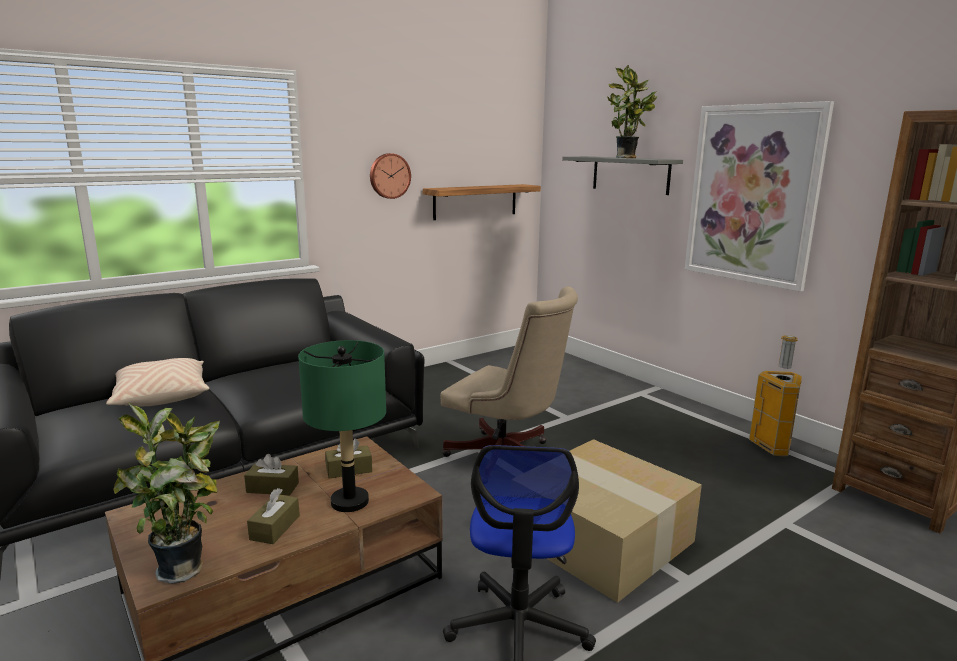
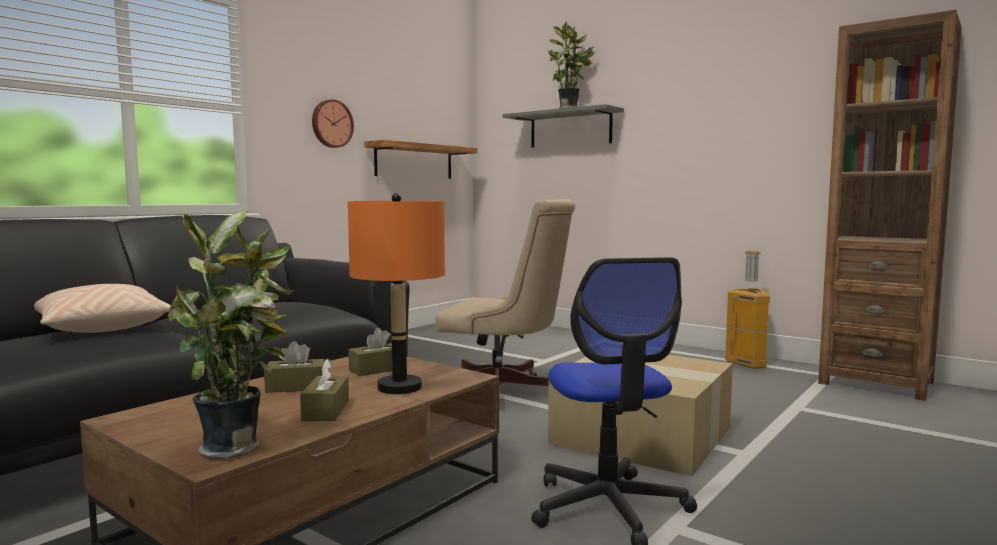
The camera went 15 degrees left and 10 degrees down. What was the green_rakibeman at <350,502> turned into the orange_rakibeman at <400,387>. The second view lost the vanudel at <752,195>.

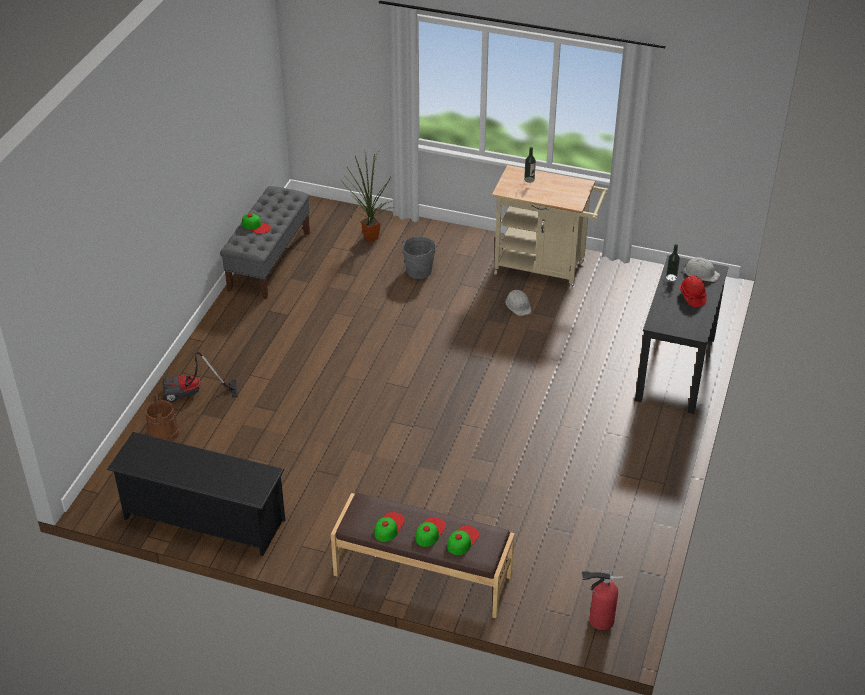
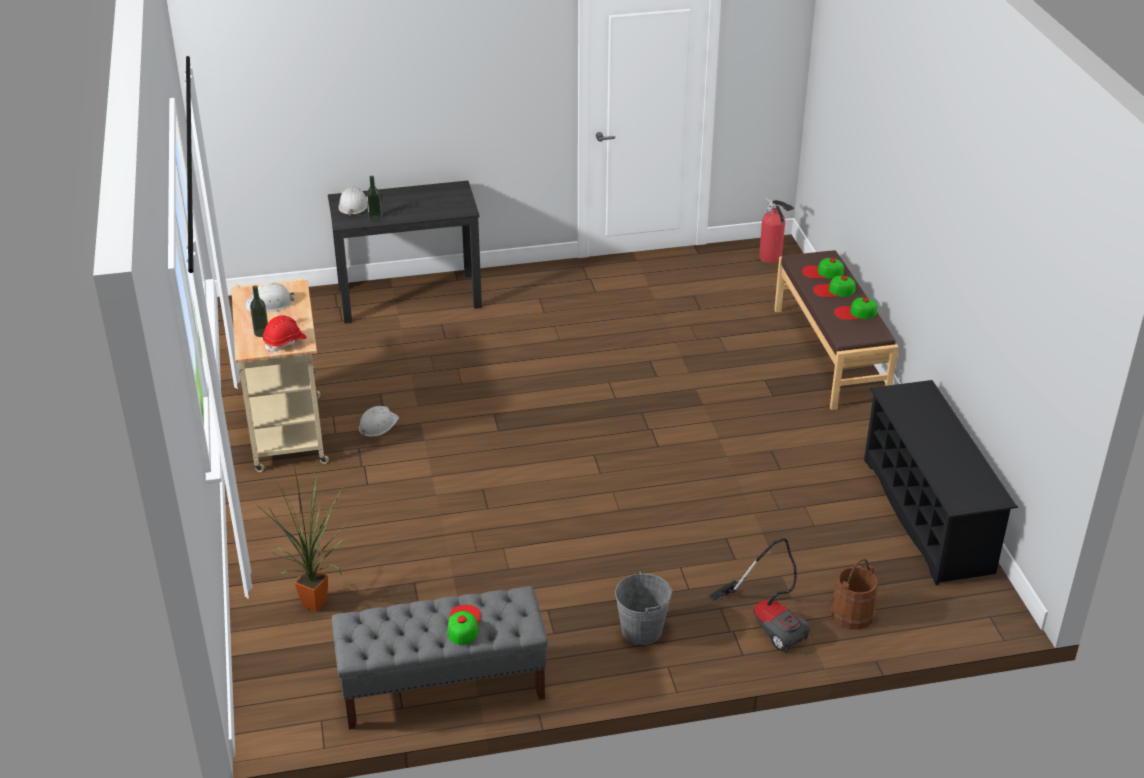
The camera went 120 degrees left and 5 degrees down. The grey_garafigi ended up elsewhere, having gone from <419,271> to <642,630>. The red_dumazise ended up elsewhere, having gone from <692,297> to <285,342>. The second view gained the white_dumazise at <269,303>.

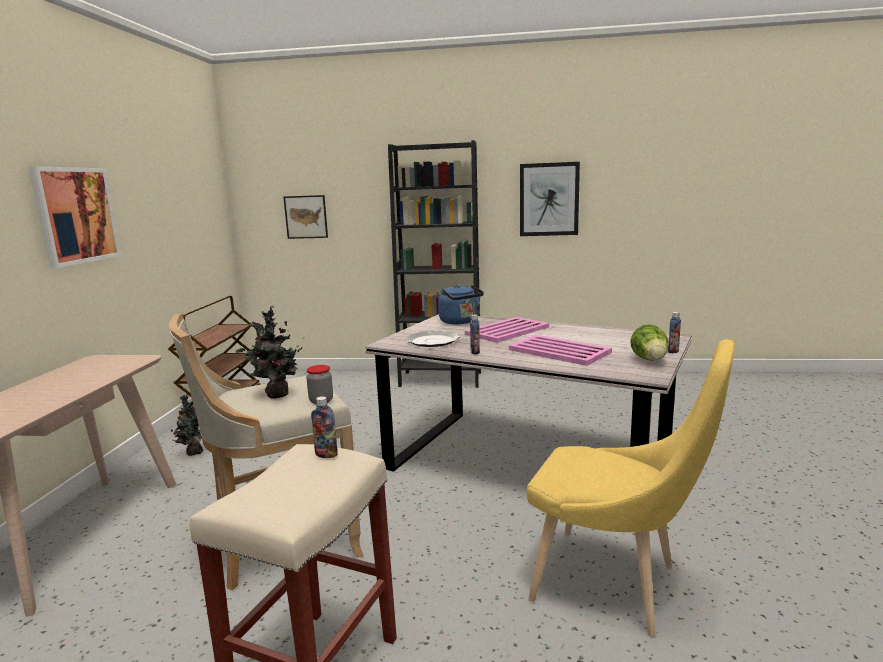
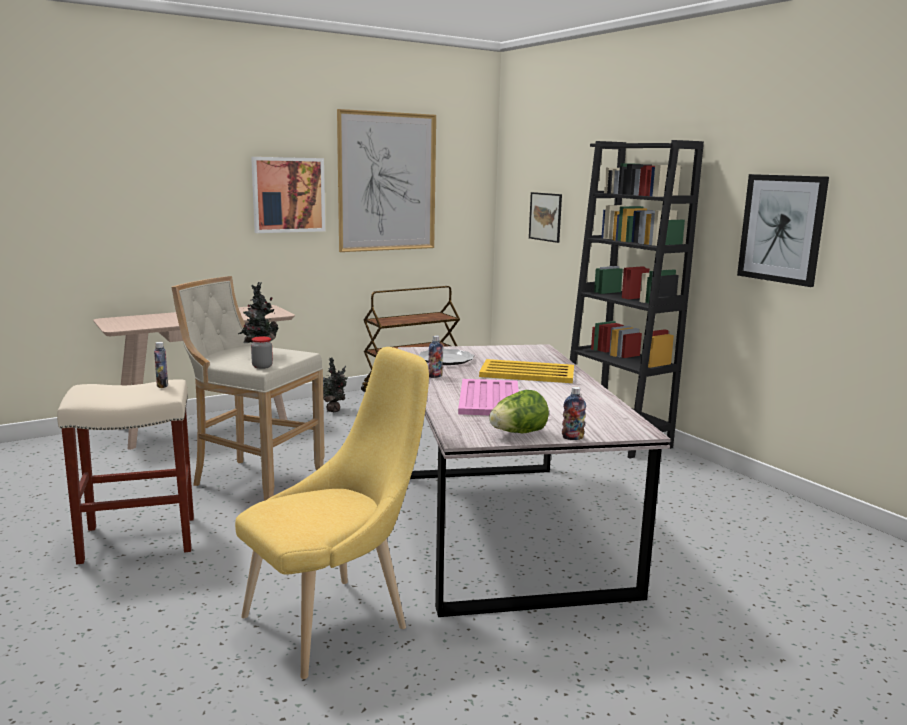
The camera went 50 degrees right and 0 degrees up. The second view lost the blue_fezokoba at <460,322>. What was the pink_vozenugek at <506,331> turned into the yellow_vozenugek at <526,373>. The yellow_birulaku at <615,585> ended up facing another way, 120 degrees counterclockwise from before. The second view gained the vanudel at <387,182>.

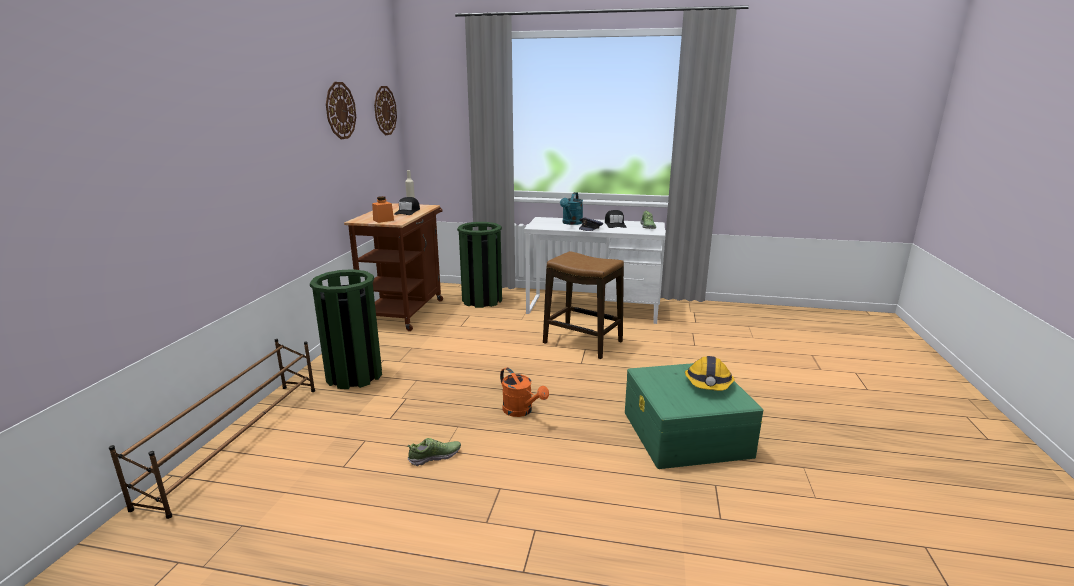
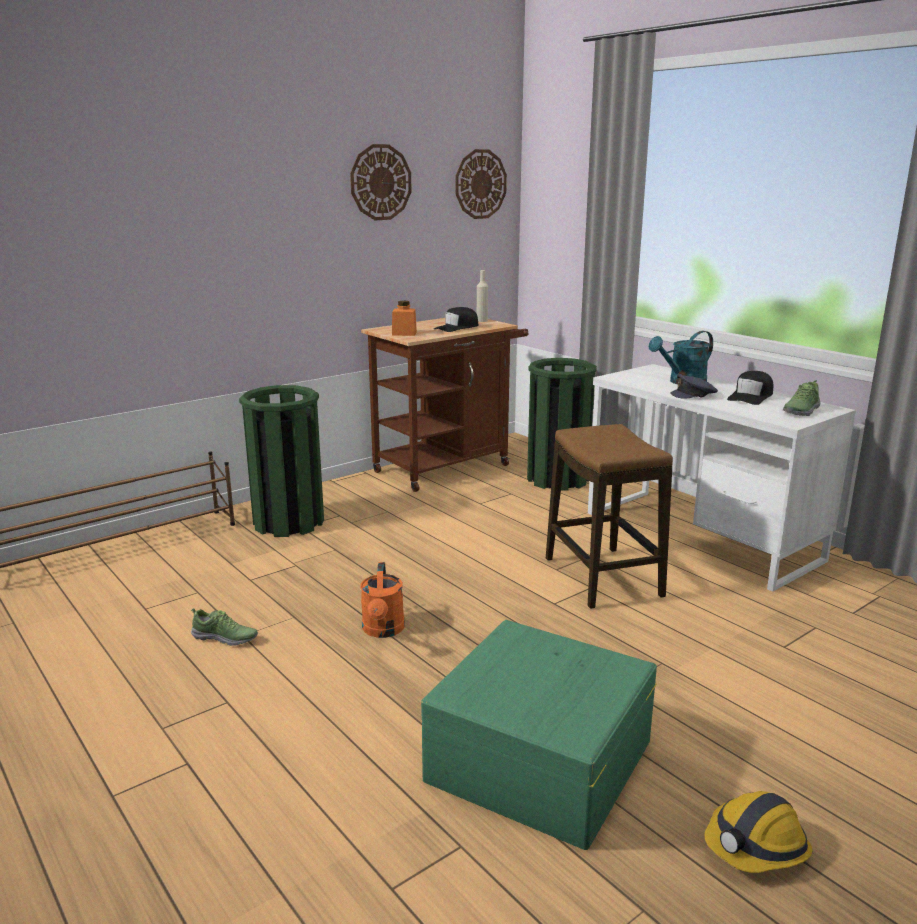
The camera went 40 degrees right and 0 degrees up. The dumazise ended up elsewhere, having gone from <708,384> to <756,847>.

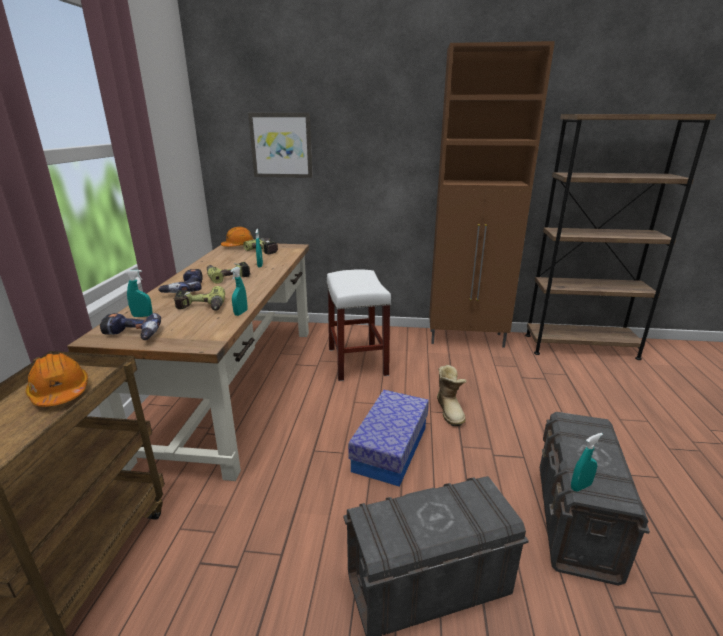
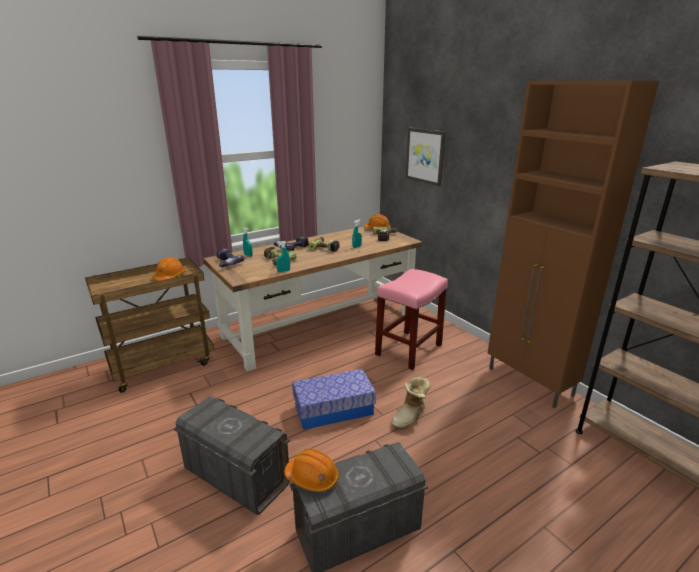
The camera went 50 degrees right and 0 degrees up. What was the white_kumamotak at <358,362> turned into the pink_kumamotak at <409,350>. Where the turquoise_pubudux stood at <580,486>, the orange_dumazise came to stand at <312,477>.

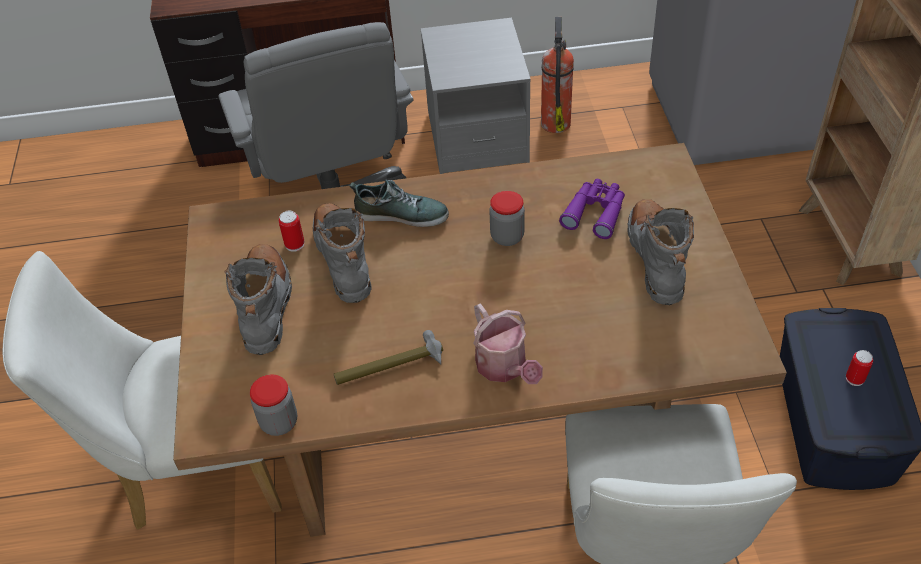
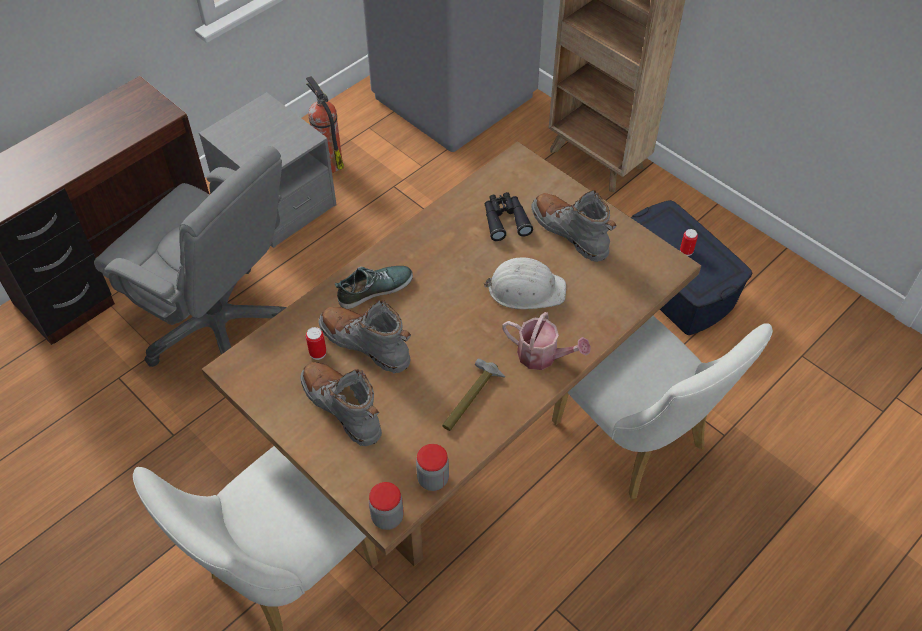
The camera went 40 degrees left and 5 degrees up. The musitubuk ended up elsewhere, having gone from <507,237> to <387,517>. What was the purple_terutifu at <595,212> turned into the black_terutifu at <505,220>. The second view gained the white_dumazise at <525,289>.

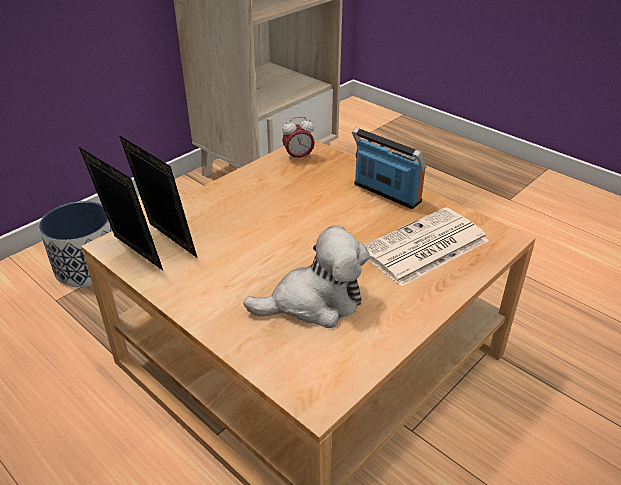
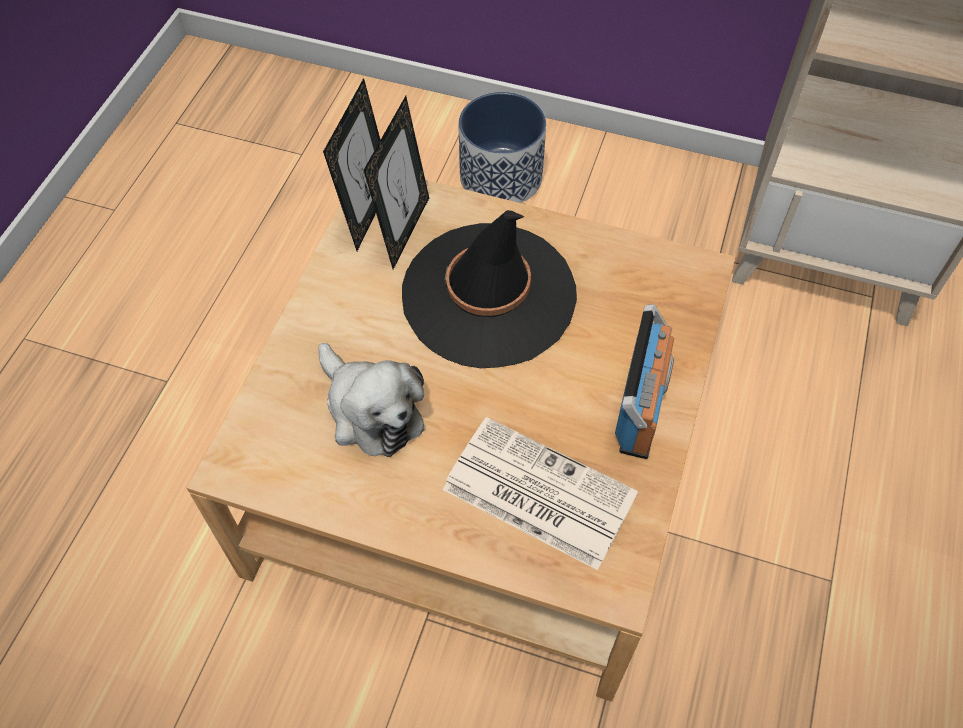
The camera went 65 degrees right and 20 degrees up. The second view lost the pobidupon at <298,157>. The second view gained the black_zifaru at <489,295>.

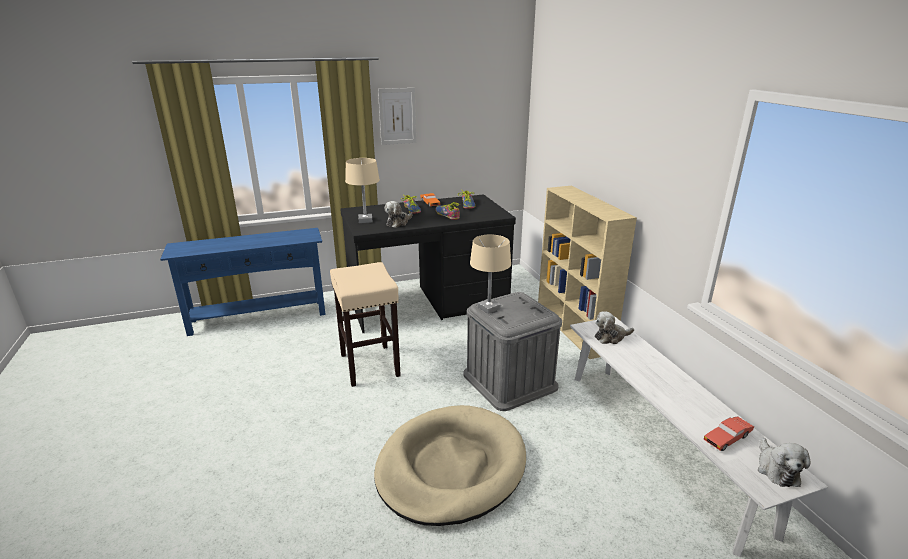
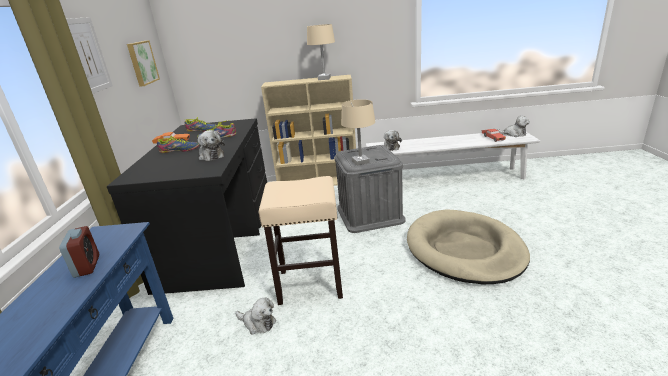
The camera went 70 degrees left and 0 degrees up. The beige_rakibeman ended up elsewhere, having gone from <365,220> to <324,78>. The second view gained the pobidupon at <87,266>. The second view gained the vanudel at <142,63>. The second view gained the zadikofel at <258,323>.

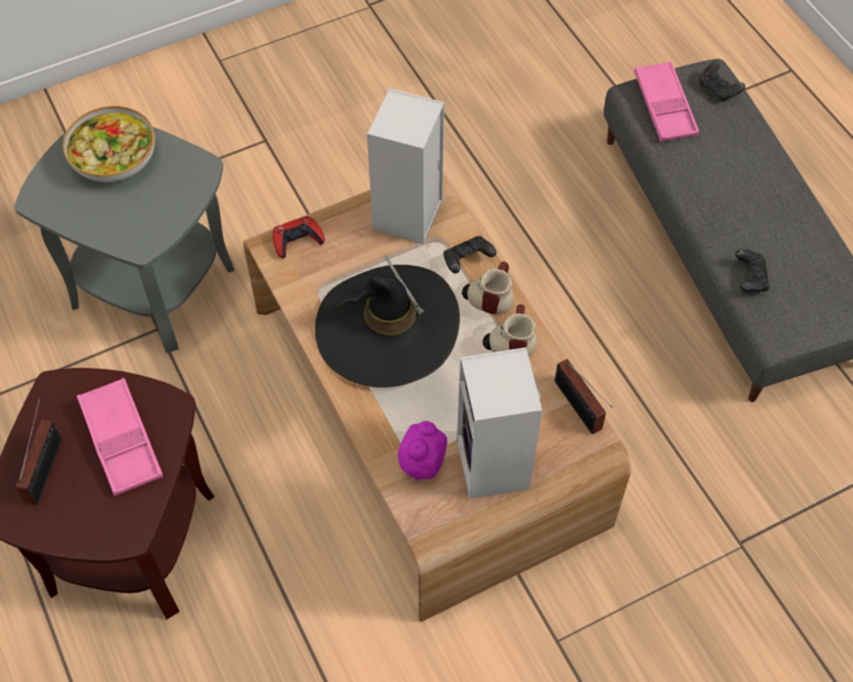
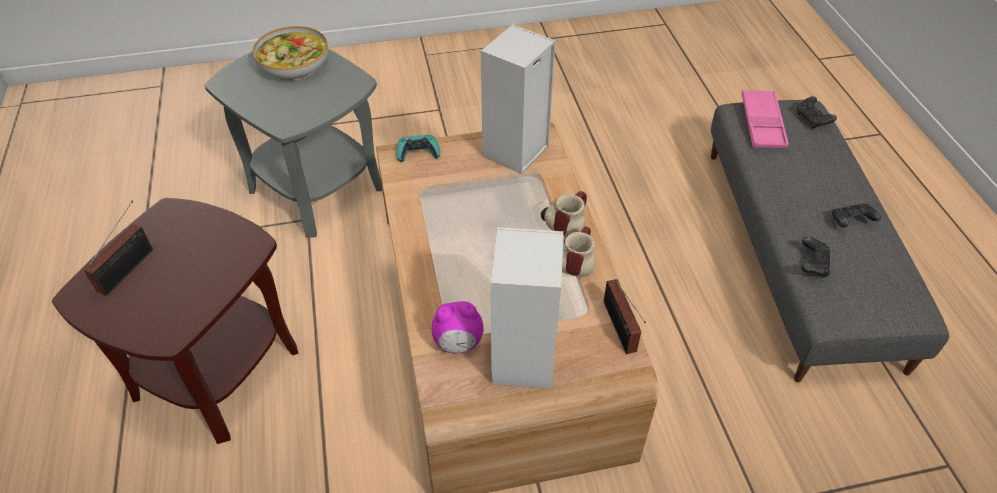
The camera went 15 degrees right and 10 degrees down. The second view lost the pink_vozenugek at <121,440>. What was the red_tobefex at <297,240> turned into the turquoise_tobefex at <418,152>. The second view lost the black_zifaru at <387,328>. The pobidupon at <421,463> ended up facing another way, 135 degrees counterclockwise from before. The black_tobefex ended up elsewhere, having gone from <467,261> to <850,222>.

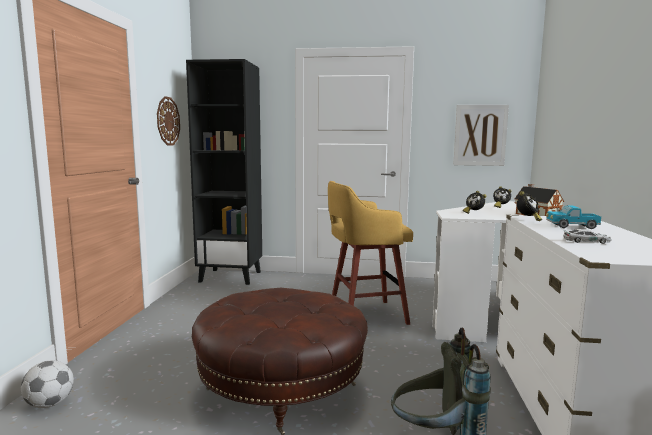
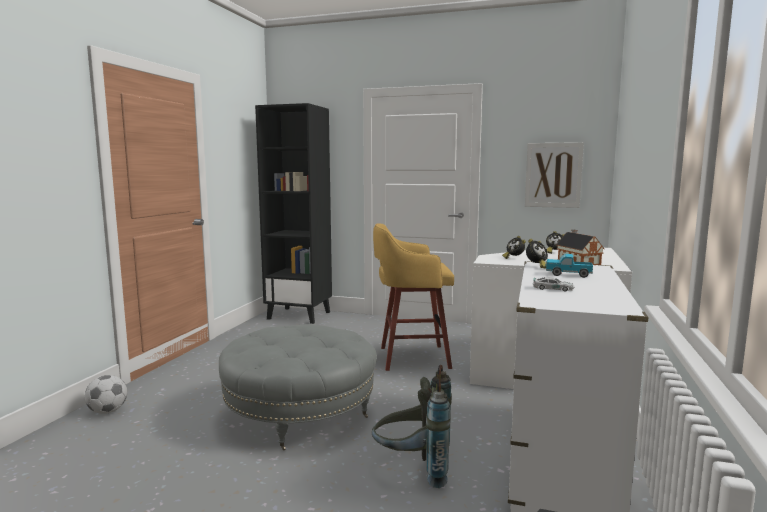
The camera went 10 degrees right and 0 degrees up. The second view lost the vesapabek at <168,121>. What was the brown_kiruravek at <281,388> turned into the grey_kiruravek at <300,414>.

